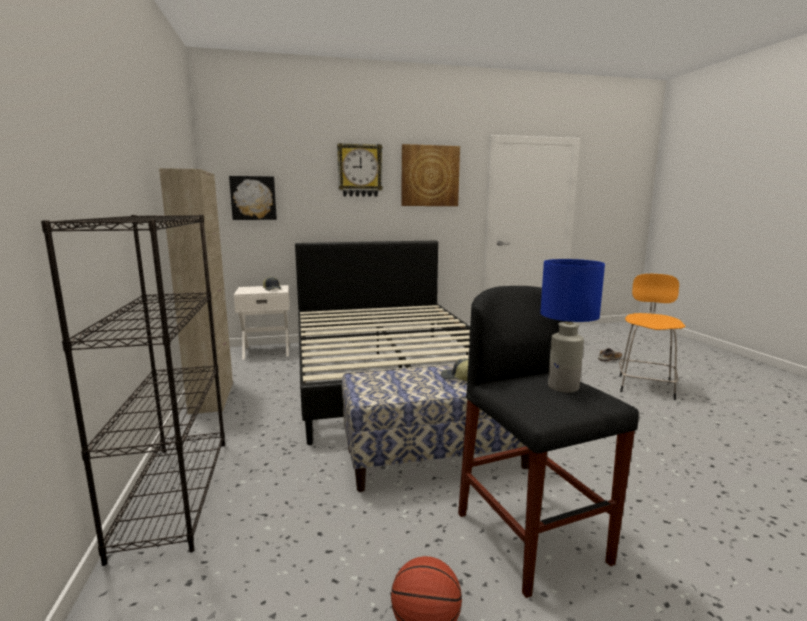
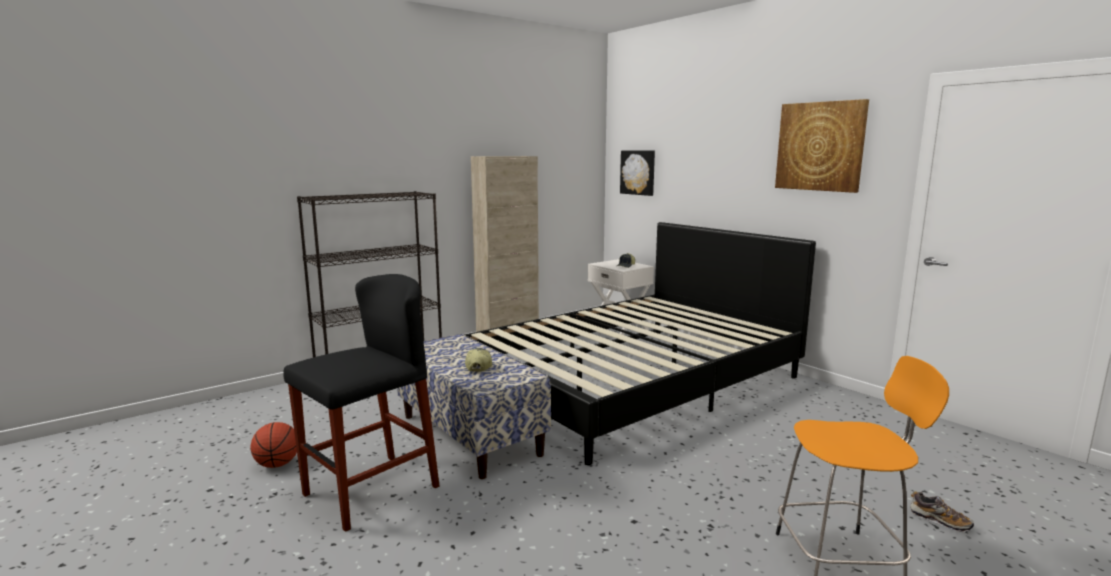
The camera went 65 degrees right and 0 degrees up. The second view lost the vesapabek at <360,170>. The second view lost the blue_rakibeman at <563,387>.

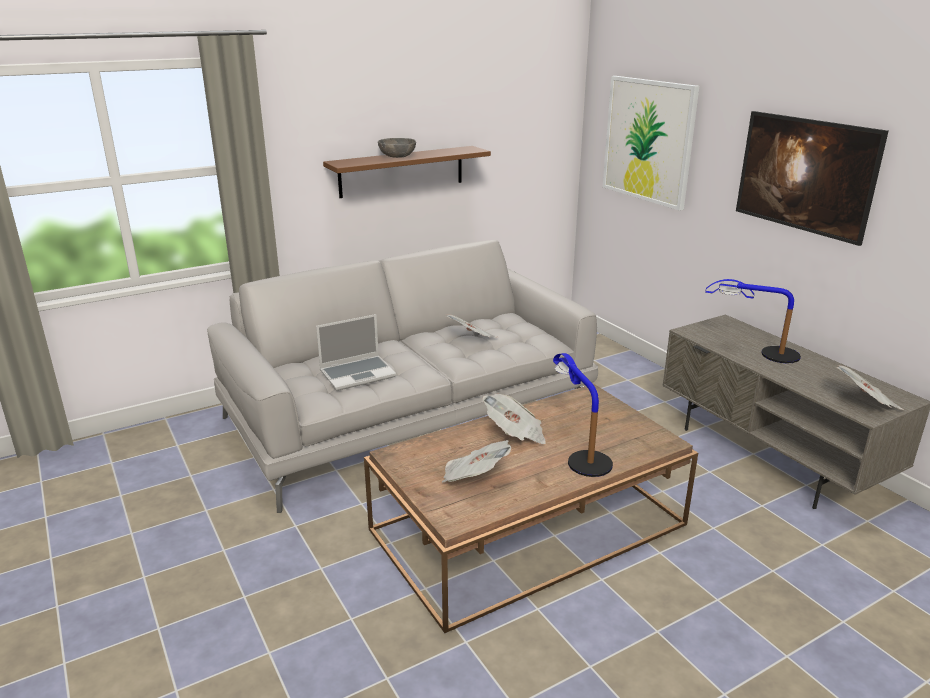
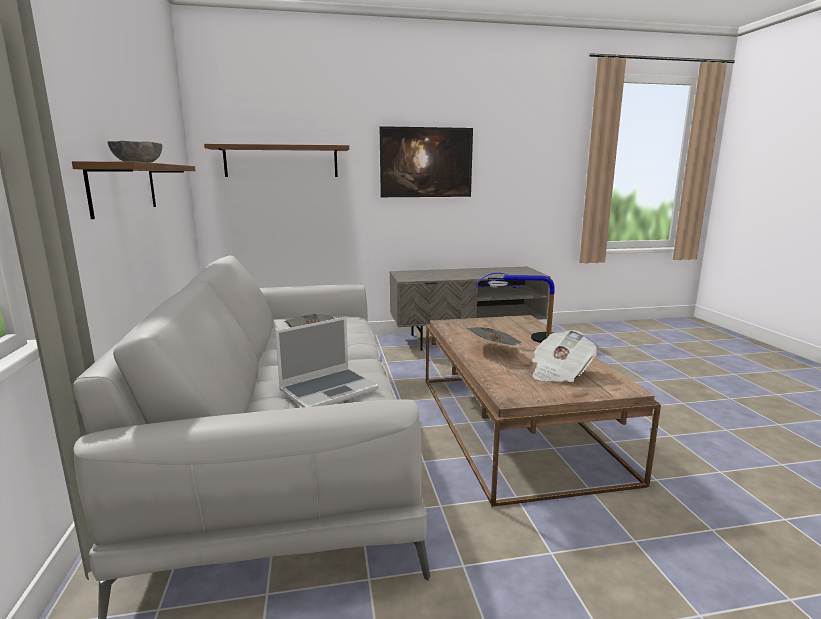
The camera went 70 degrees left and 10 degrees down. The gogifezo at <358,374> ended up facing another way, 60 degrees clockwise from before. Where the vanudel hung at <648,140>, the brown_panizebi came to hang at <281,161>. The second view lost the rakibeman at <759,352>. The second view lost the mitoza at <865,403>.

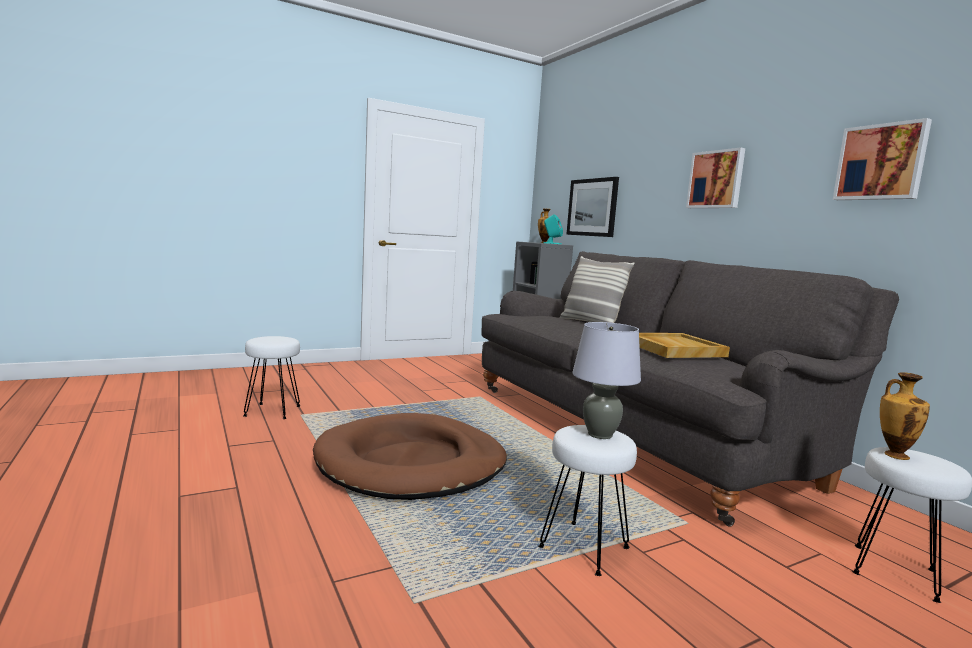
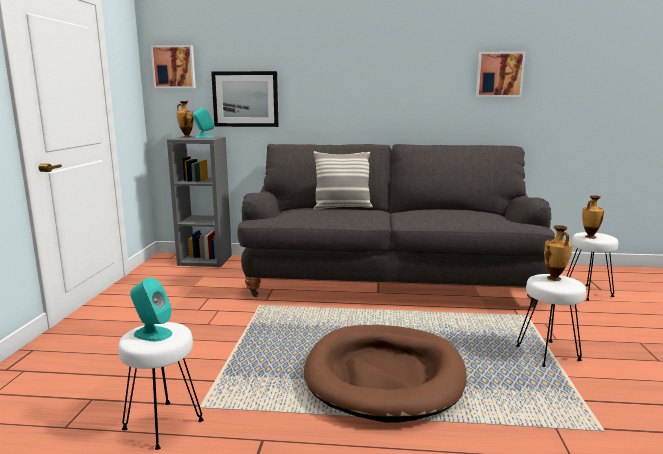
The camera went 55 degrees left and 5 degrees up. Where the grey_rakibeman stood at <600,434>, the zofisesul came to stand at <554,279>. The second view lost the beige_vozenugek at <673,349>. The vanudel ended up elsewhere, having gone from <716,179> to <174,67>. The second view gained the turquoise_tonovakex at <152,333>.

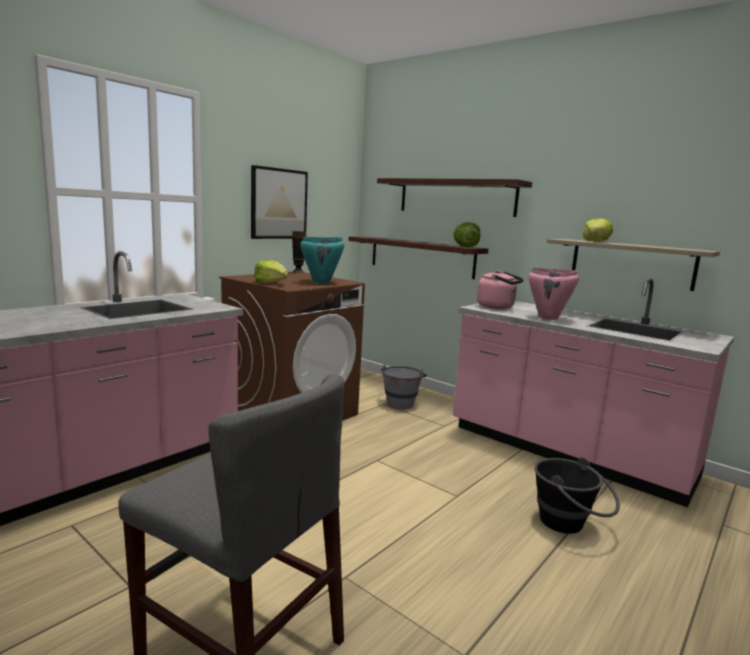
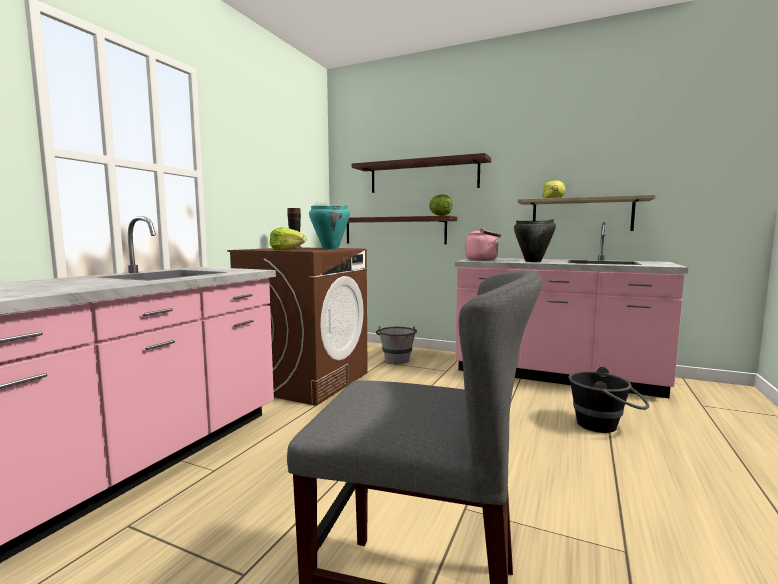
The camera went 15 degrees left and 5 degrees down. The second view lost the vanudel at <279,204>. What was the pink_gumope at <548,318> turned into the black_gumope at <533,261>.

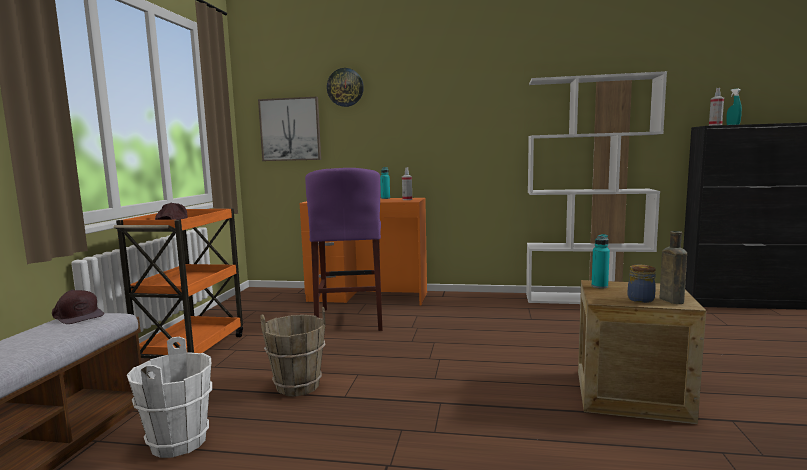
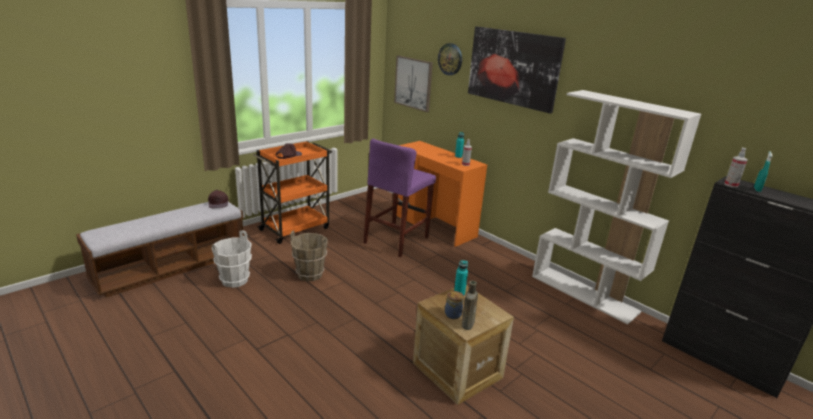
The camera went 35 degrees right and 15 degrees up. The second view gained the vanudel at <513,68>.

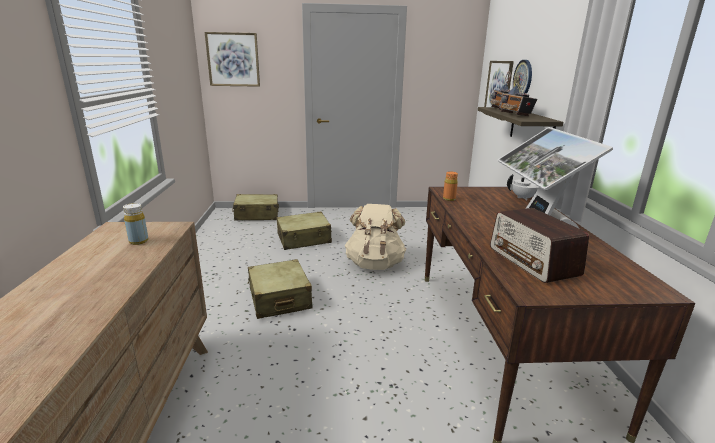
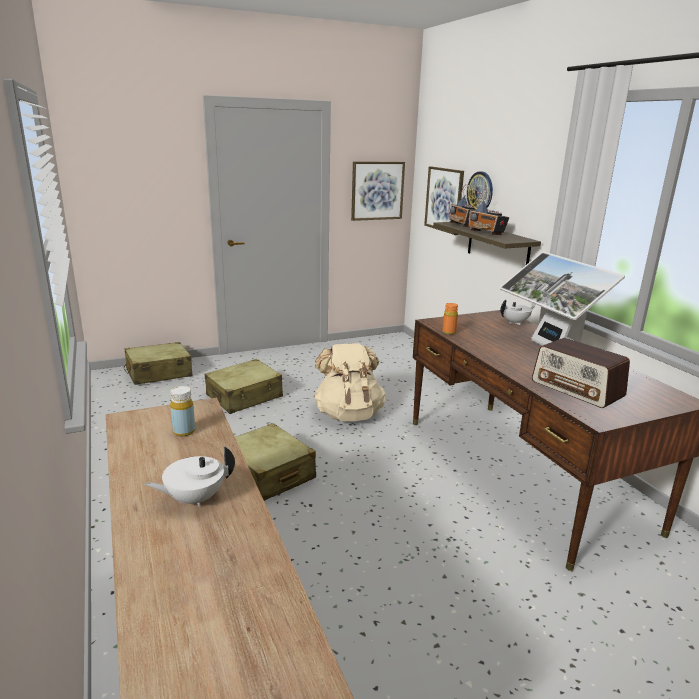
The camera went 20 degrees left and 0 degrees up. The vanudel ended up elsewhere, having gone from <233,59> to <377,190>. The second view gained the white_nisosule at <194,498>.

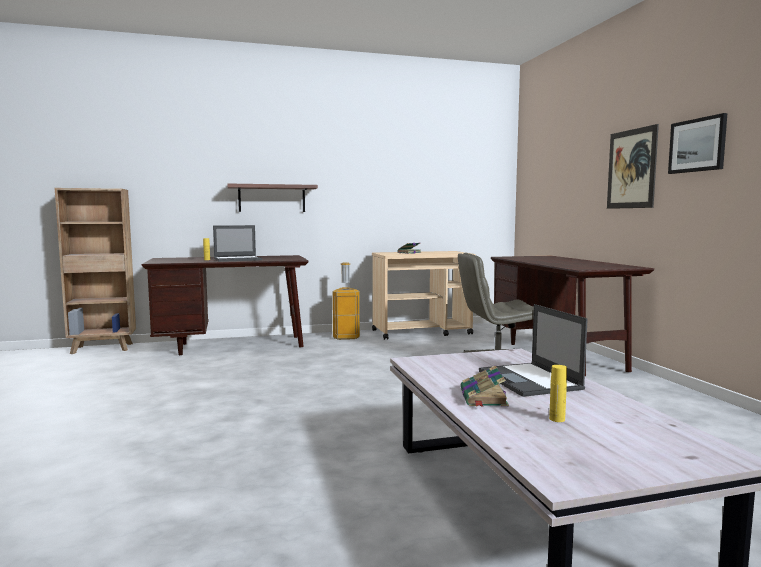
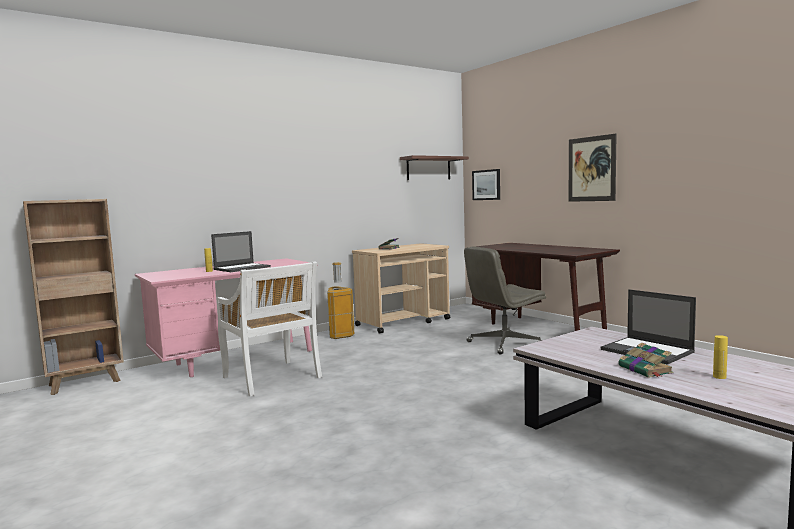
The camera went 20 degrees left and 0 degrees up. What was the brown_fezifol at <231,346> turned into the pink_fezifol at <235,359>. The panizebi ended up elsewhere, having gone from <272,198> to <428,168>. The vanudel ended up elsewhere, having gone from <697,145> to <486,185>. The second view gained the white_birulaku at <272,378>.

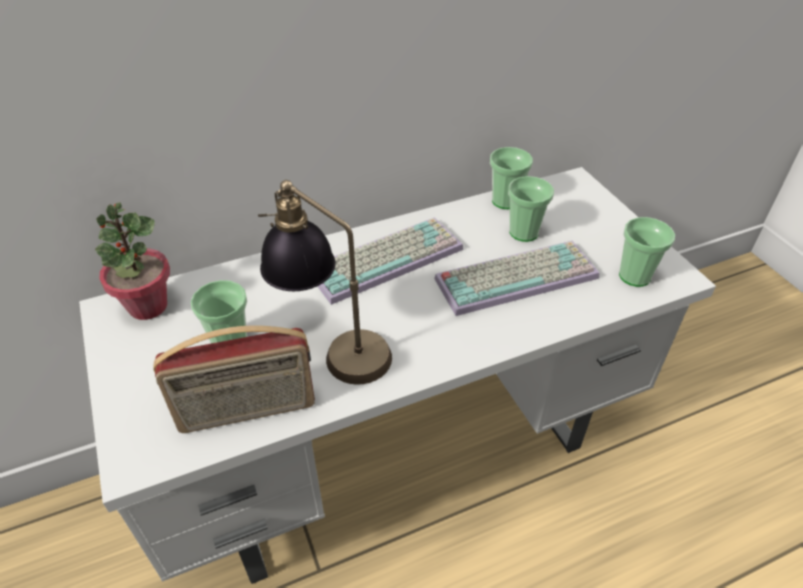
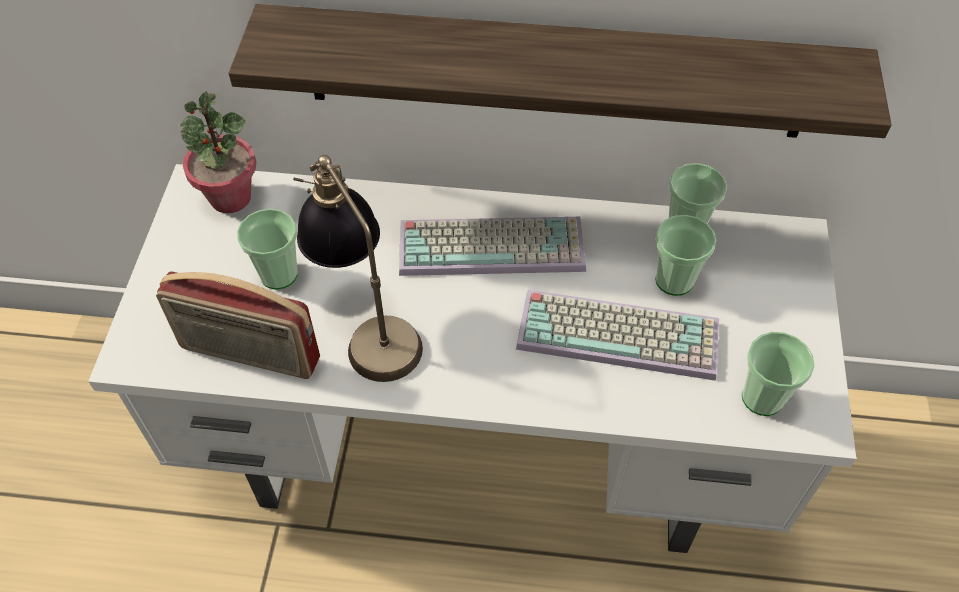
The camera went 30 degrees right and 10 degrees up. The second view gained the panizebi at <555,72>.

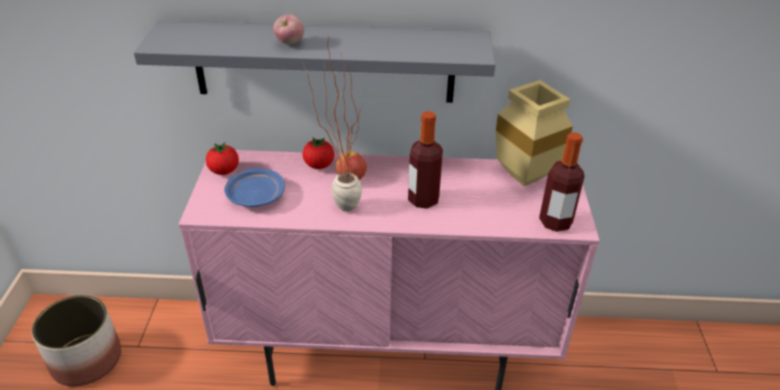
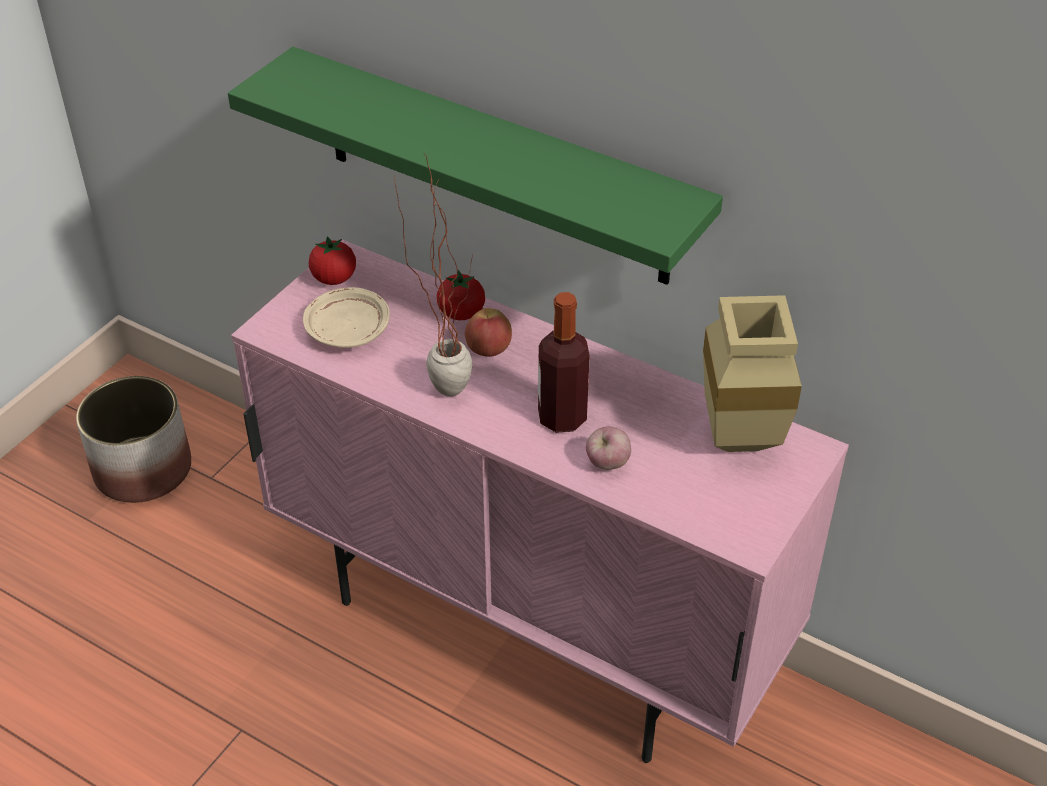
The camera went 30 degrees right and 5 degrees up. What was the grey_panizebi at <324,62> turned into the green_panizebi at <494,167>. What was the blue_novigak at <255,196> turned into the beige_novigak at <347,329>. The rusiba ended up elsewhere, having gone from <290,43> to <607,464>. The second view lost the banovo at <555,222>.

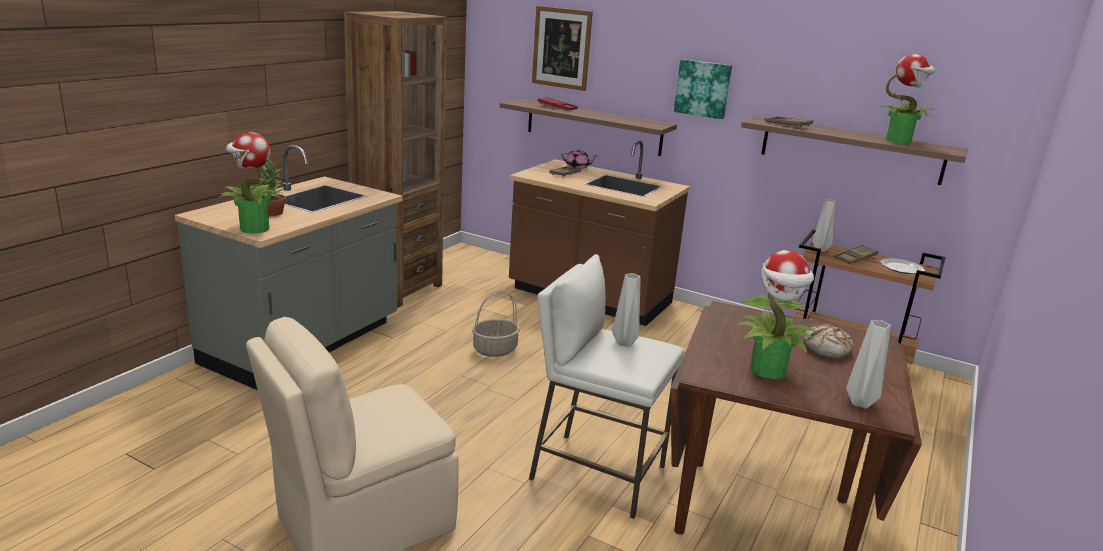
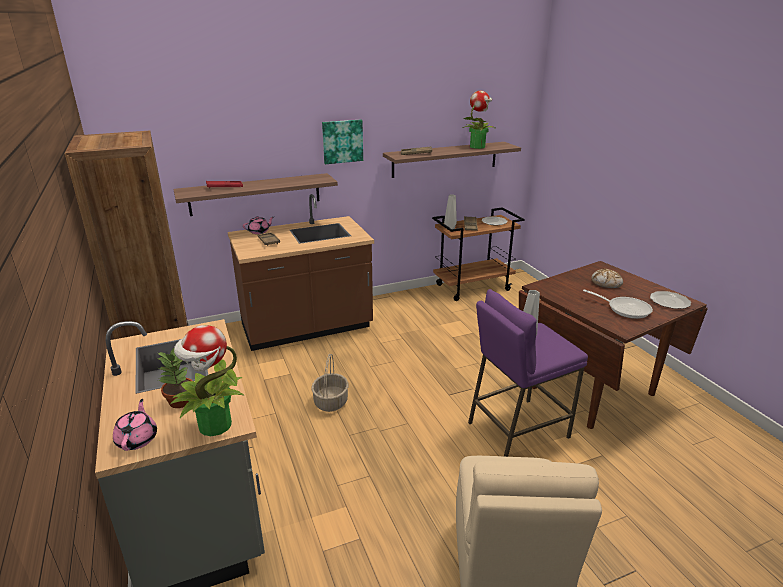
The camera went 50 degrees left and 5 degrees up. What was the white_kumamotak at <596,473> turned into the purple_kumamotak at <517,430>. The second view lost the vanudel at <561,48>. Where the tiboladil stood at <769,370>, the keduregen came to stand at <625,309>. Where the grey_zofisesul stood at <859,402>, the novigak came to stand at <670,302>. The second view gained the pink_nisosule at <137,439>.

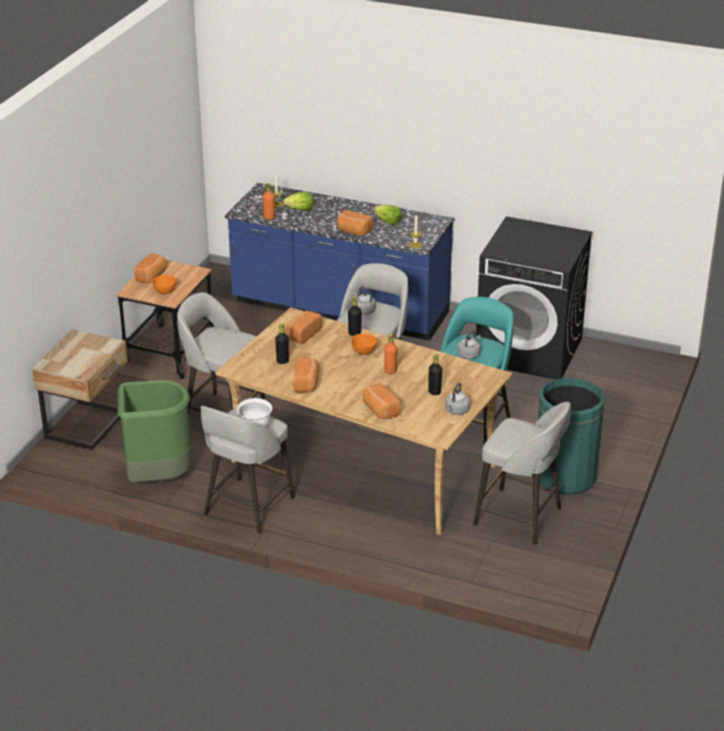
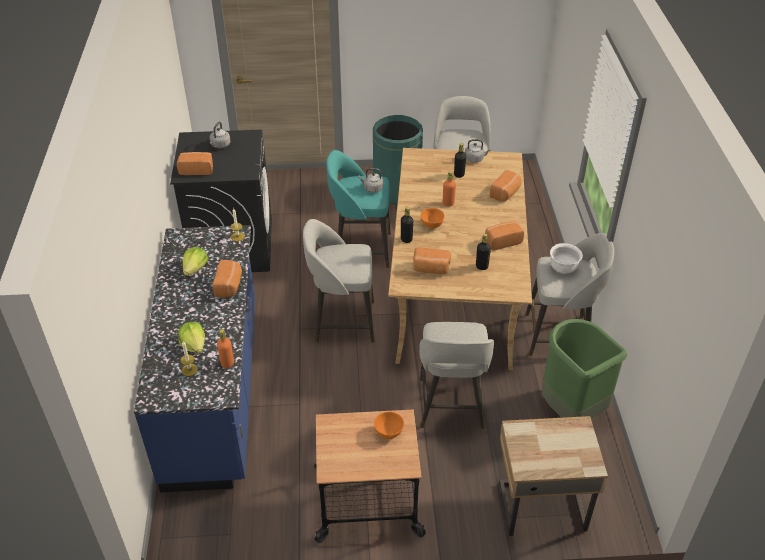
The camera went 115 degrees left and 10 degrees up. The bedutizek ended up elsewhere, having gone from <152,276> to <197,169>. The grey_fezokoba ended up elsewhere, having gone from <364,310> to <220,145>.

